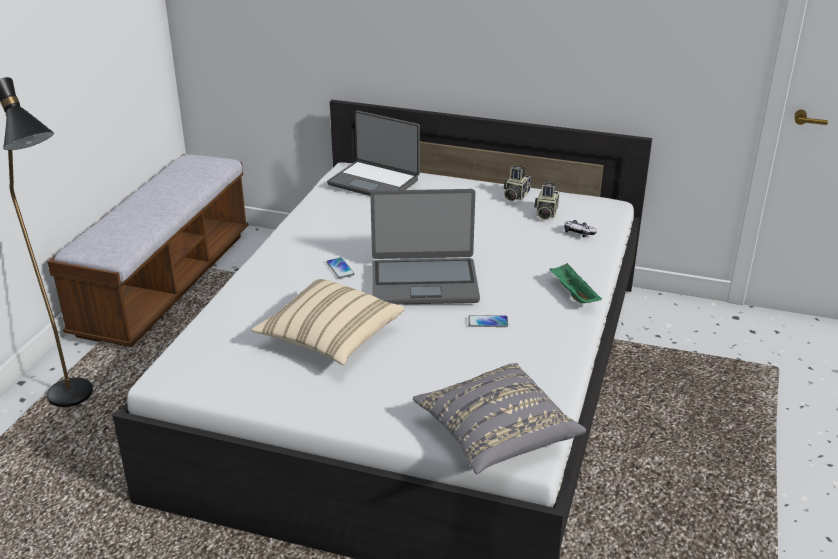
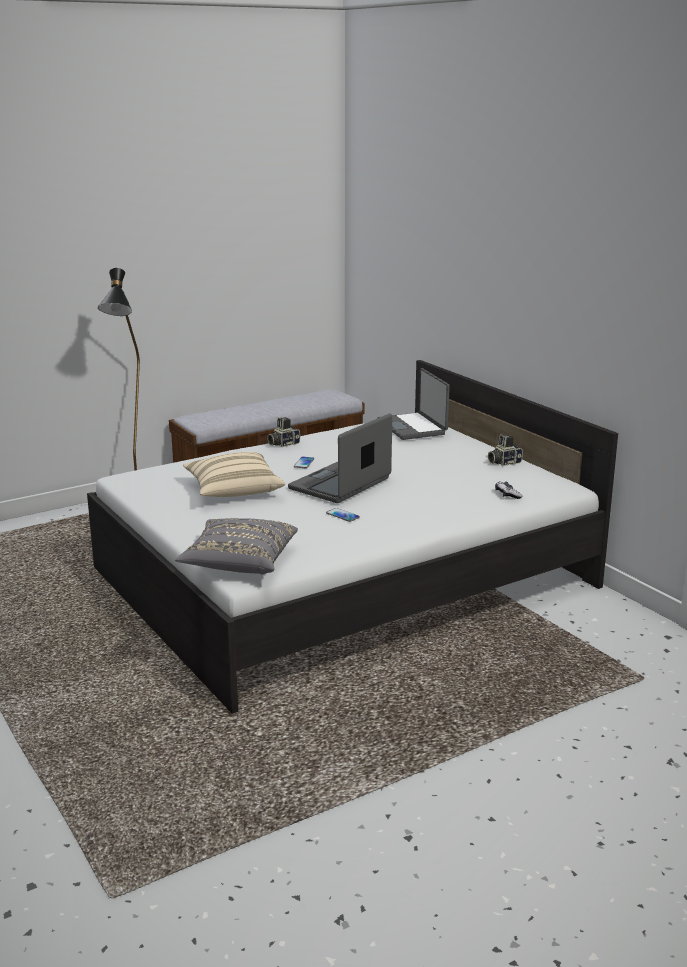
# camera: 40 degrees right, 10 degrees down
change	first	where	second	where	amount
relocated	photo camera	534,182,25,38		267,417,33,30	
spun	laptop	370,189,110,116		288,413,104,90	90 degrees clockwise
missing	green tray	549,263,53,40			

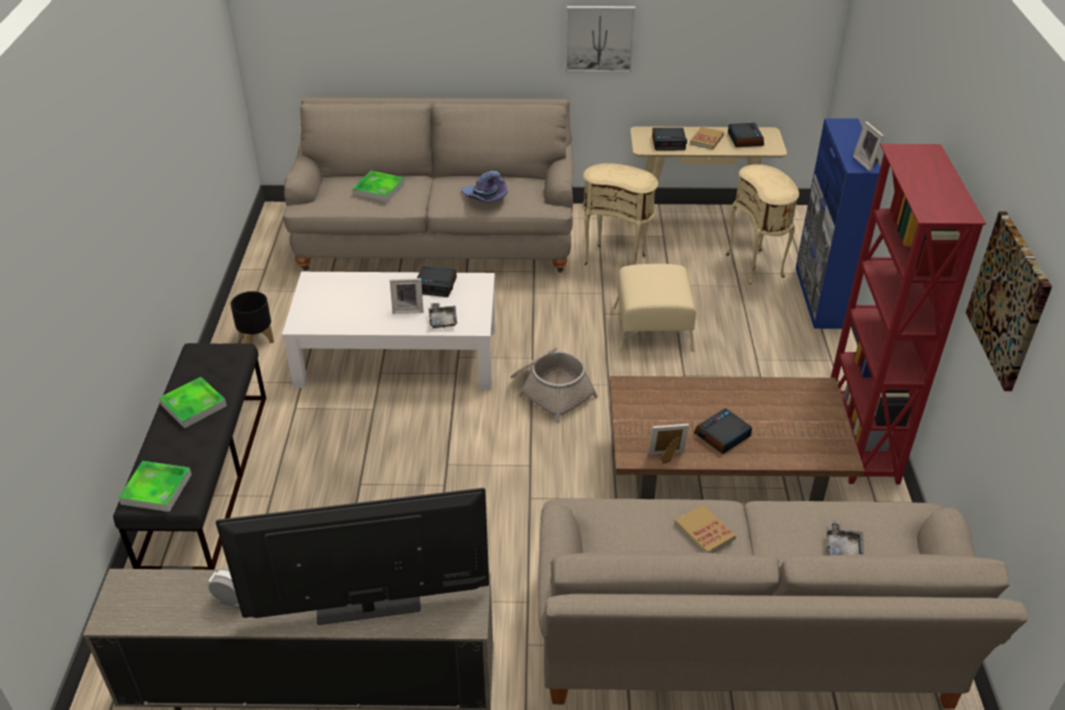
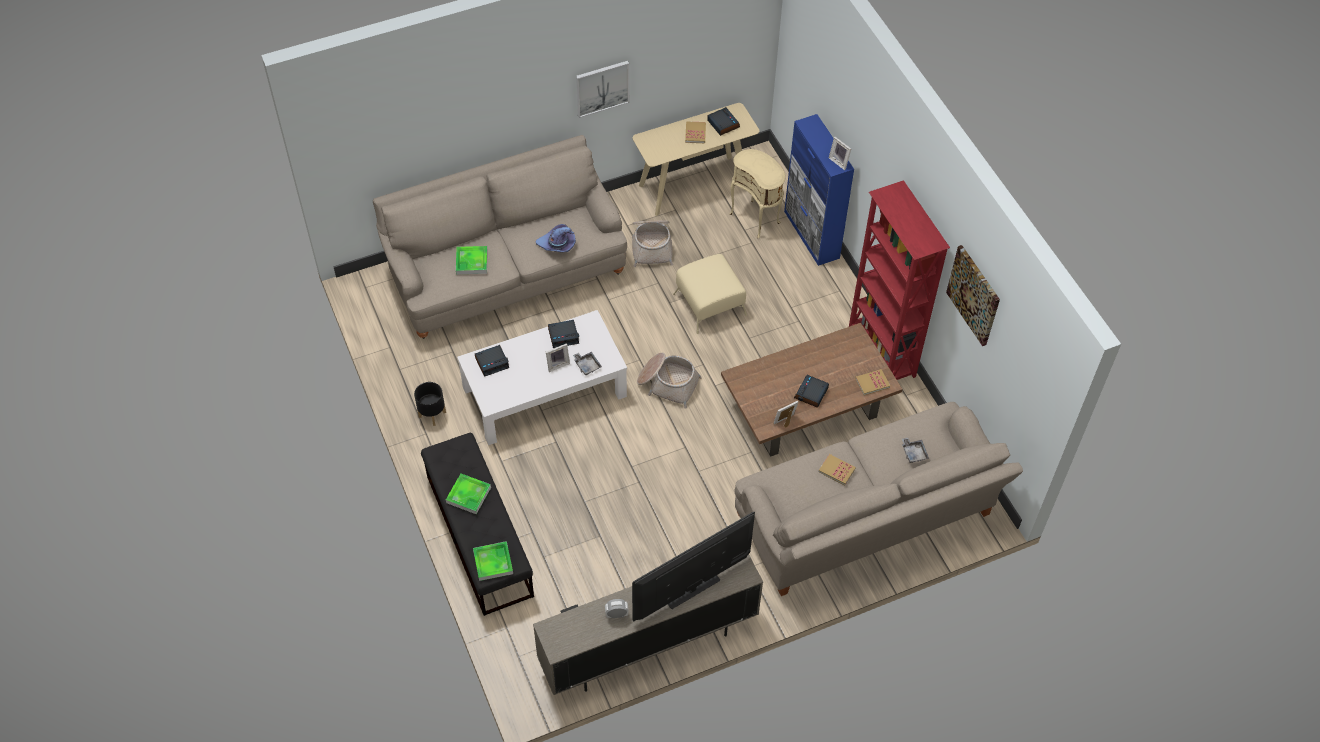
# camera: 25 degrees left, 15 degrees up
change	first	where	second	where	amount
relocated	alarm clock	652,128,35,22		475,345,34,32	
exchanged	beige side table	582,163,76,102	basket	632,221,41,46	
appeared			book	855,369,35,26	

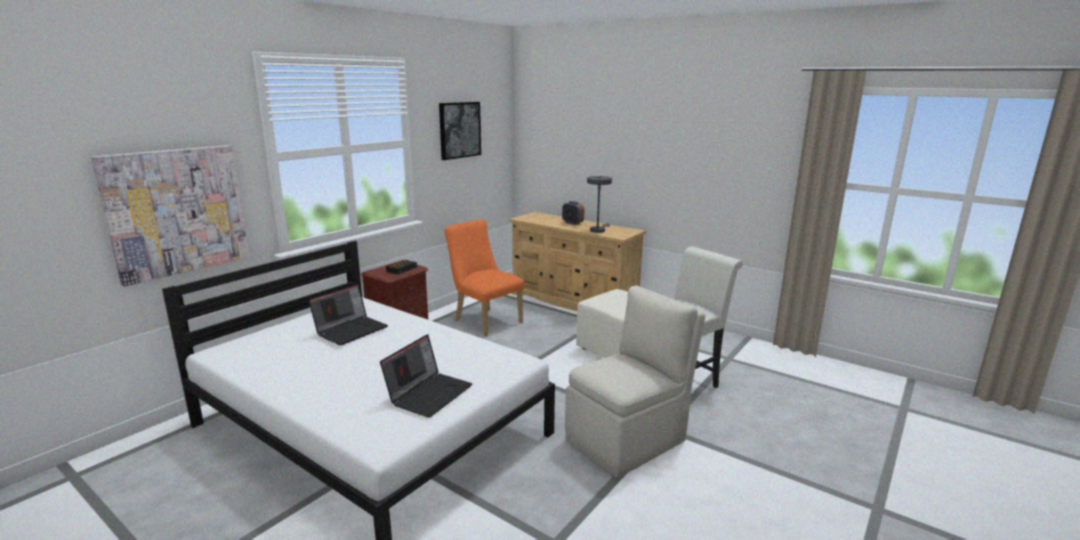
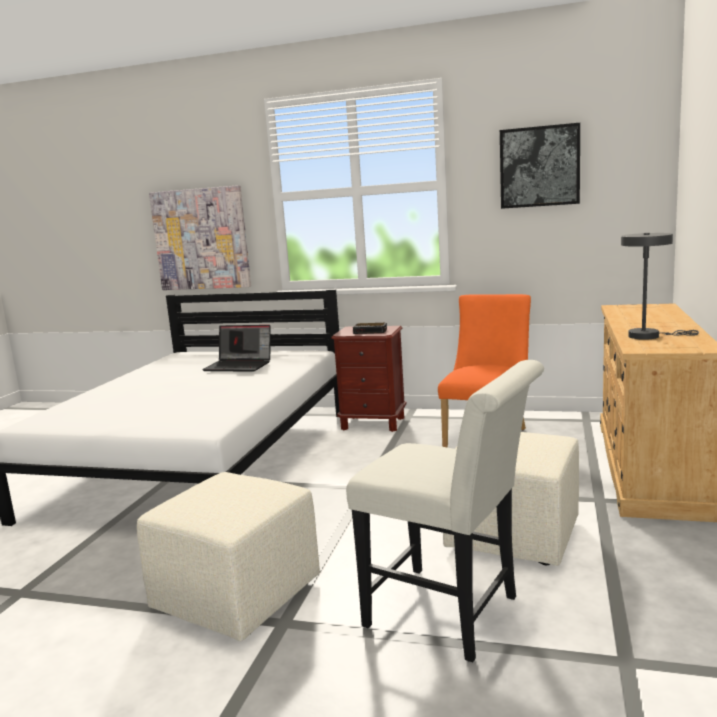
# camera: 70 degrees right, 5 degrees down
change	first	where	second	where	amount
exchanged	beige chair	565,286,140,192	beige ottoman	137,472,183,169	
missing	laptop	380,334,92,84			
missing	alarm clock	562,201,22,24			

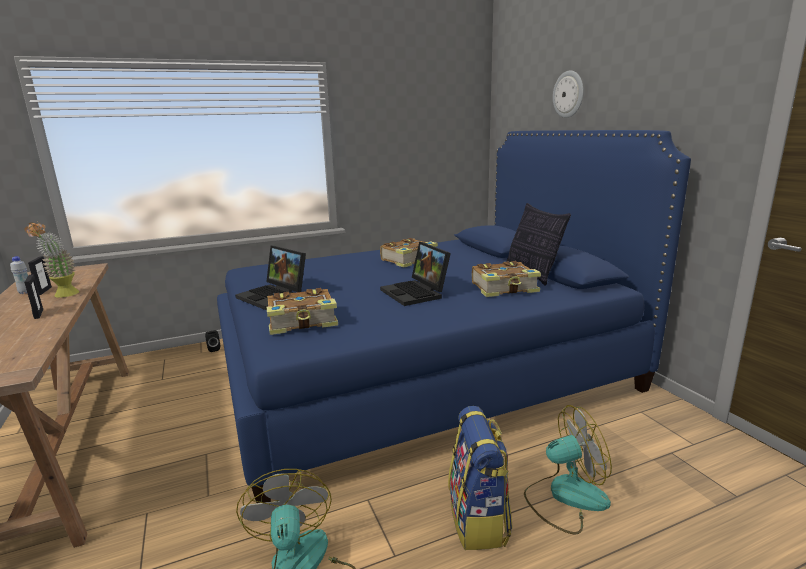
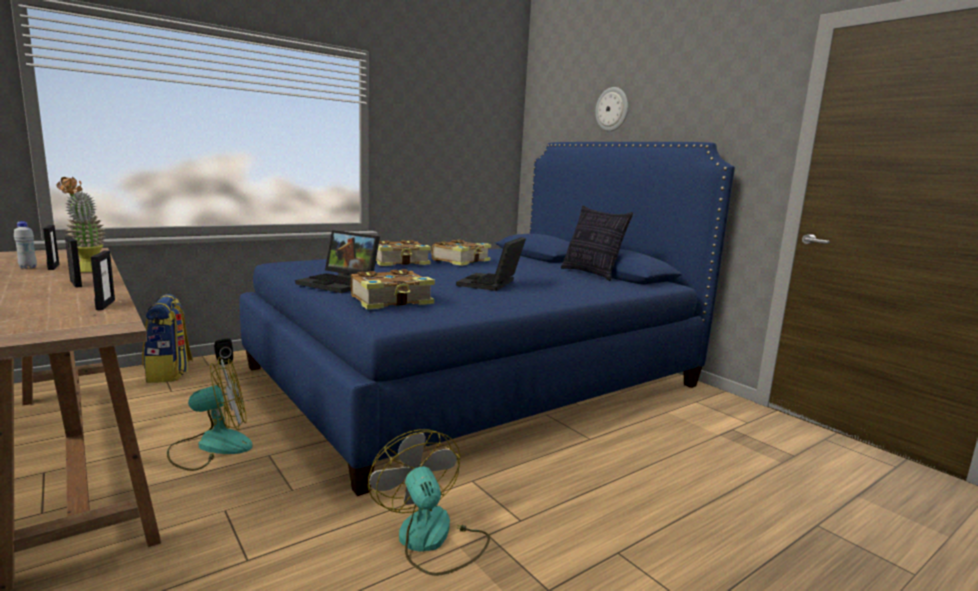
# camera: 15 degrees left, 5 degrees down
change	first	where	second	where	amount
appeared			picture frame	91,251,24,59	
relocated	backpack	448,406,65,144		142,294,51,89	
relocated	fan	524,405,88,130		167,357,86,114	
relocated	book	472,261,69,36		376,240,55,26	
spun	laptop	380,242,71,64		456,237,70,54	60 degrees clockwise

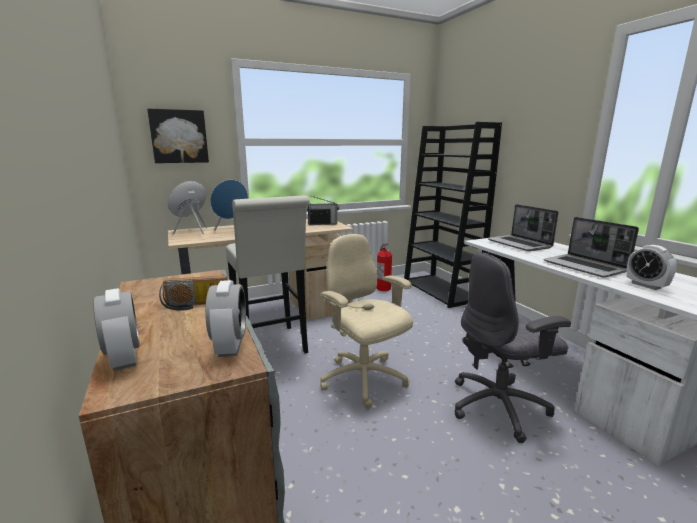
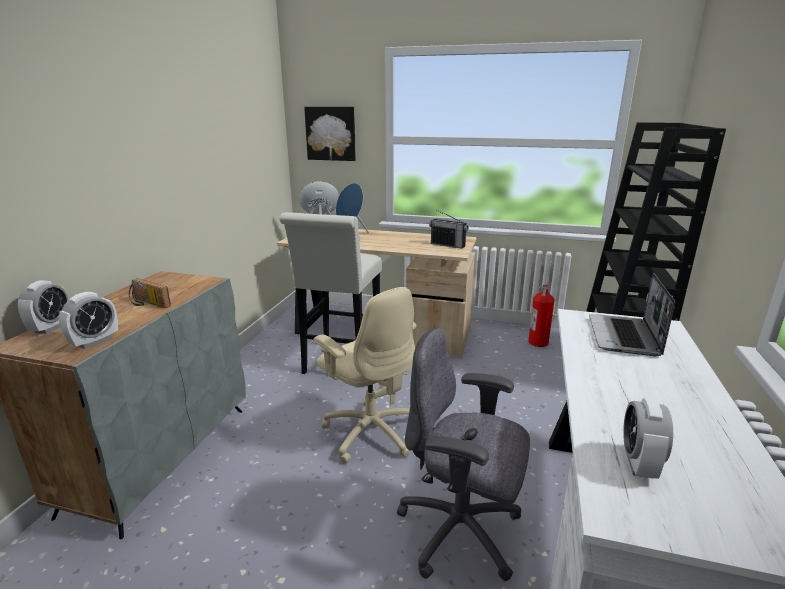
# camera: 40 degrees right, 5 degrees up
change	first	where	second	where	amount
spun	beige office chair	320,234,93,175		314,287,102,177	135 degrees clockwise
missing	laptop	543,217,96,61			

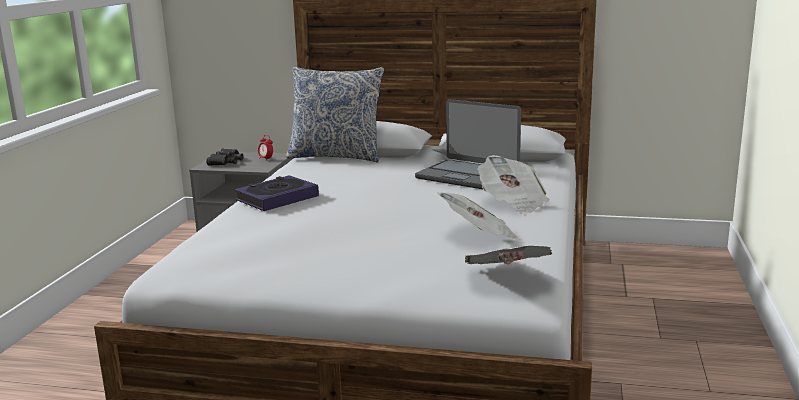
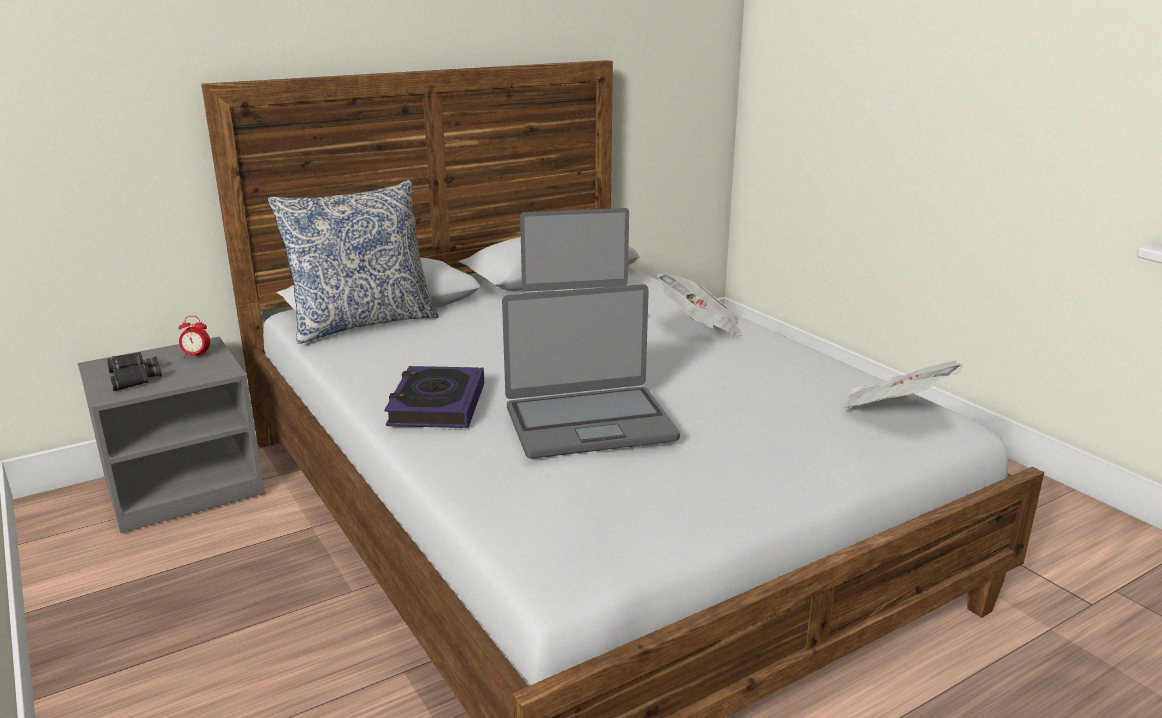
# camera: 45 degrees left, 5 degrees up
change	first	where	second	where	amount
appeared			laptop	502,284,178,175	
missing	newspaper	437,192,84,48			

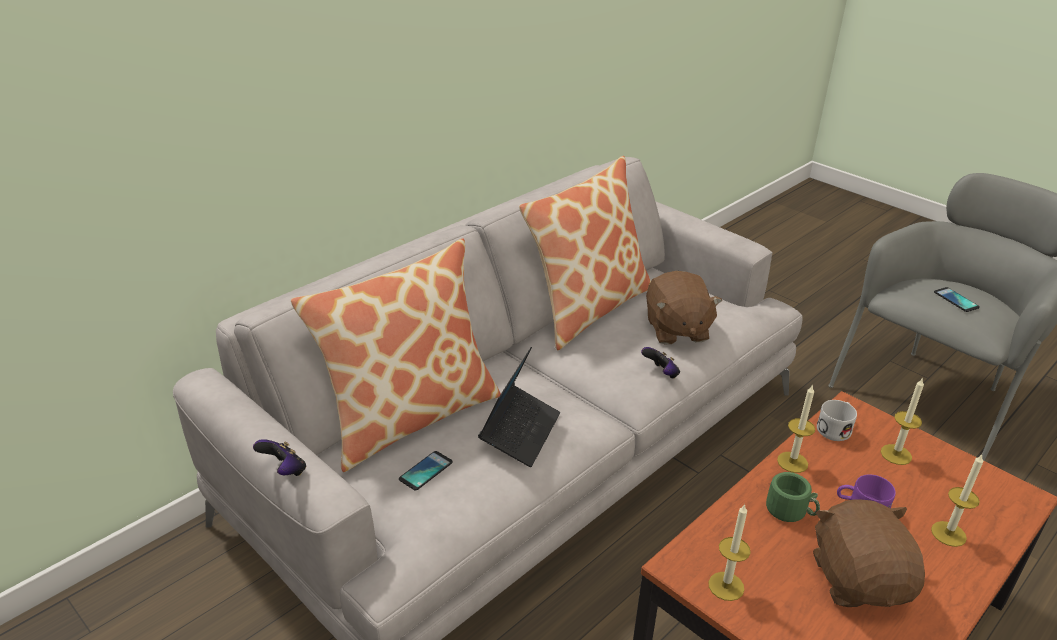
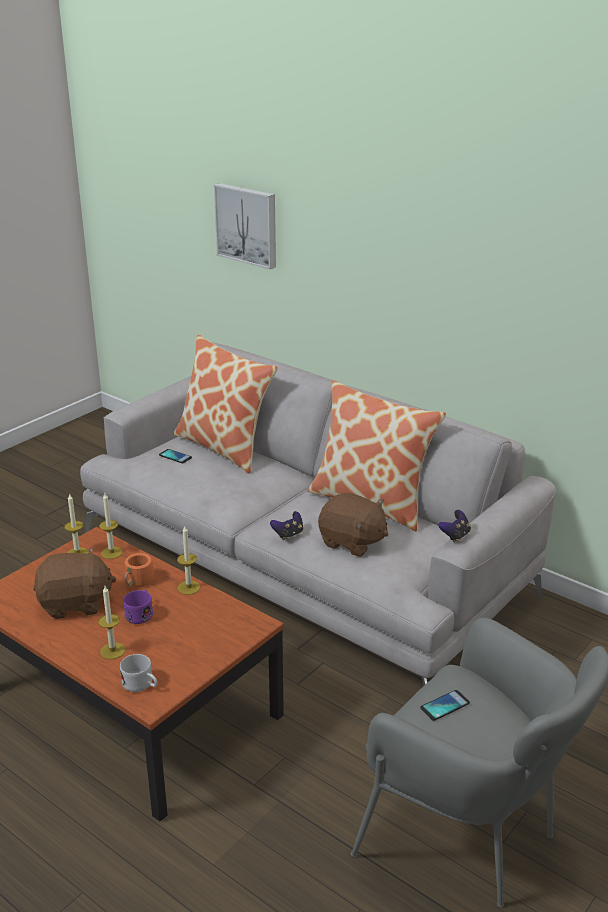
# camera: 85 degrees right, 5 degrees down
change	first	where	second	where	amount
relocated	candle	881,377,43,88		99,493,24,66	
relocated	white mug	817,400,40,41		120,654,38,38	
colour	green mug	766,472,54,50	orange mug	125,553,38,34	
appeared			picture	214,183,62,86	
spun	brown plush toy	646,271,77,74		318,493,70,64	135 degrees counterclockwise
relocated	game controller	253,439,53,37		438,510,33,32	
missing	laptop	478,347,82,120			

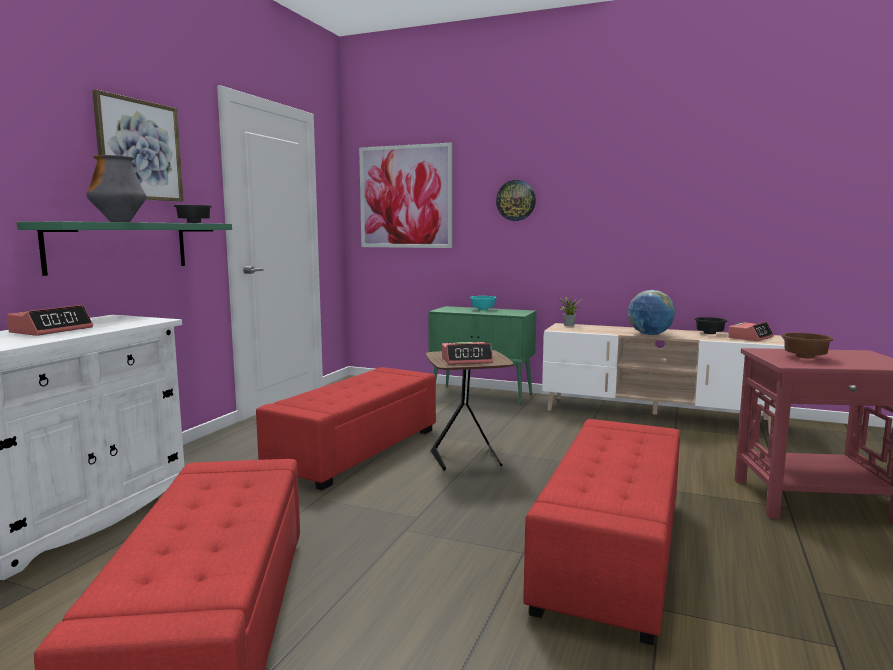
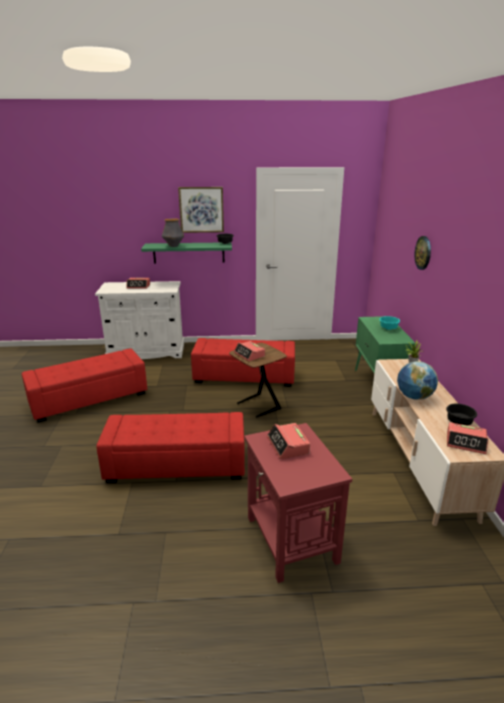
# camera: 65 degrees right, 15 degrees up
change	first	where	second	where	amount
exchanged	brown bowl	782,333,51,26	alarm clock	267,423,43,36	
missing	picture	359,143,93,105			

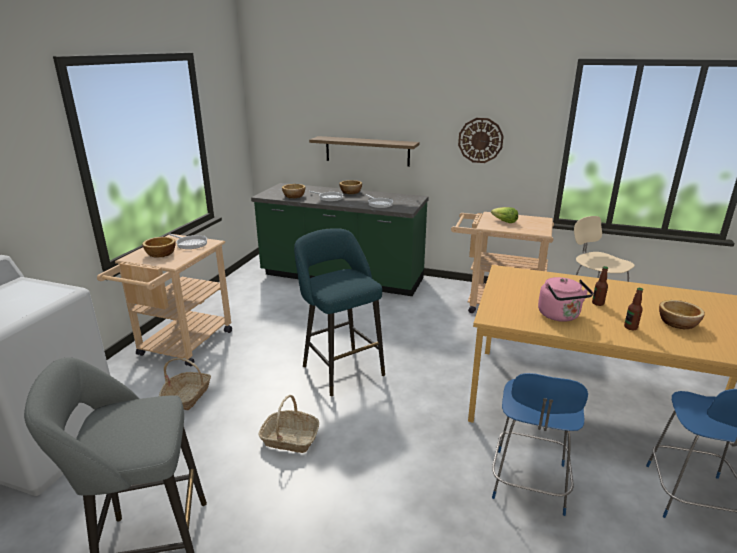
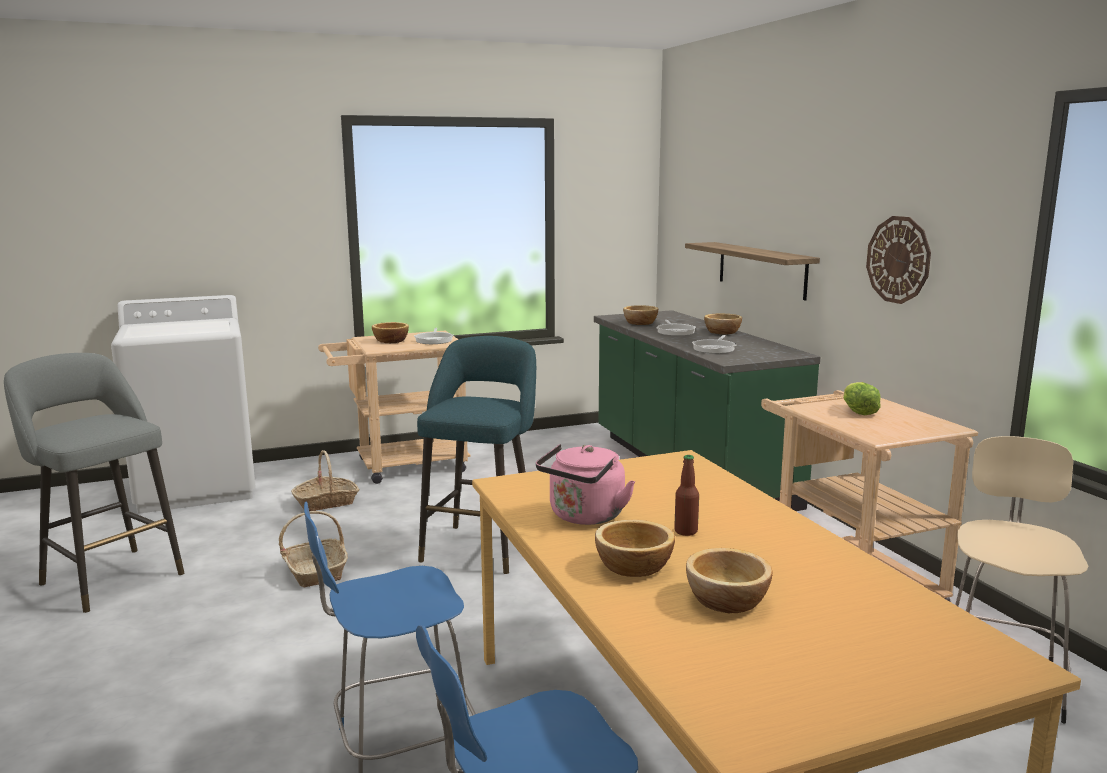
# camera: 50 degrees right, 10 degrees down
change	first	where	second	where	amount
exchanged	bottle	624,288,19,42	bowl	595,520,80,57	

